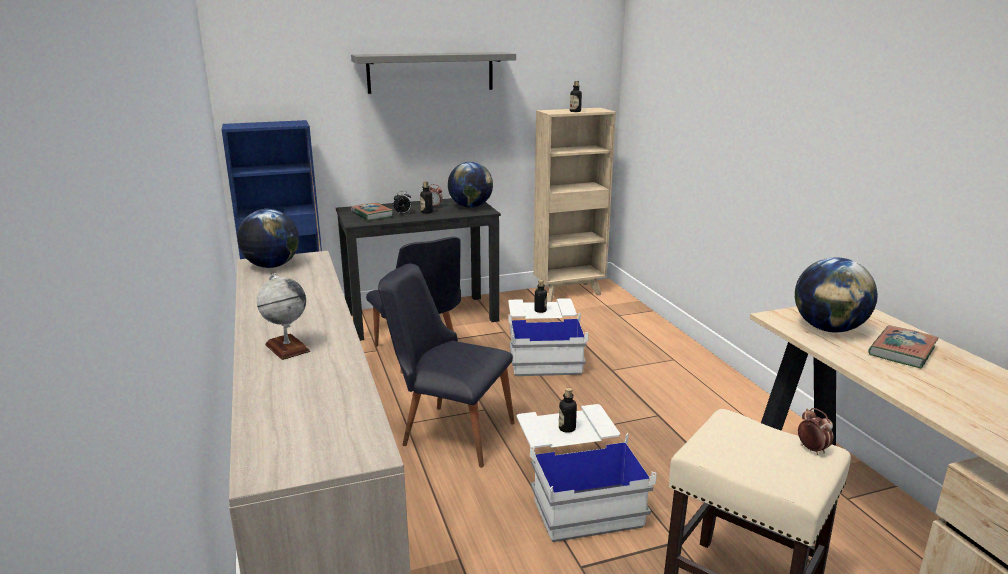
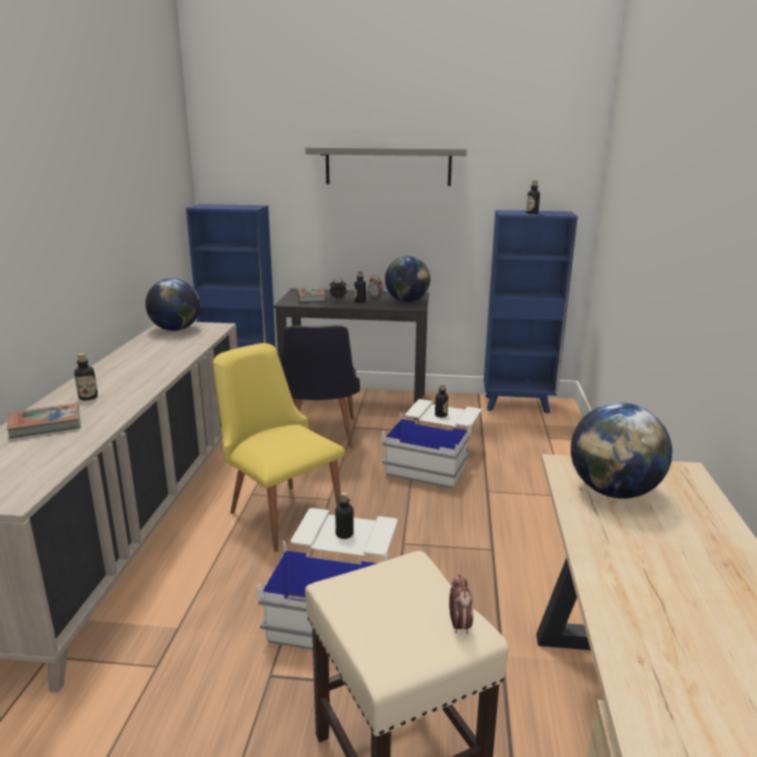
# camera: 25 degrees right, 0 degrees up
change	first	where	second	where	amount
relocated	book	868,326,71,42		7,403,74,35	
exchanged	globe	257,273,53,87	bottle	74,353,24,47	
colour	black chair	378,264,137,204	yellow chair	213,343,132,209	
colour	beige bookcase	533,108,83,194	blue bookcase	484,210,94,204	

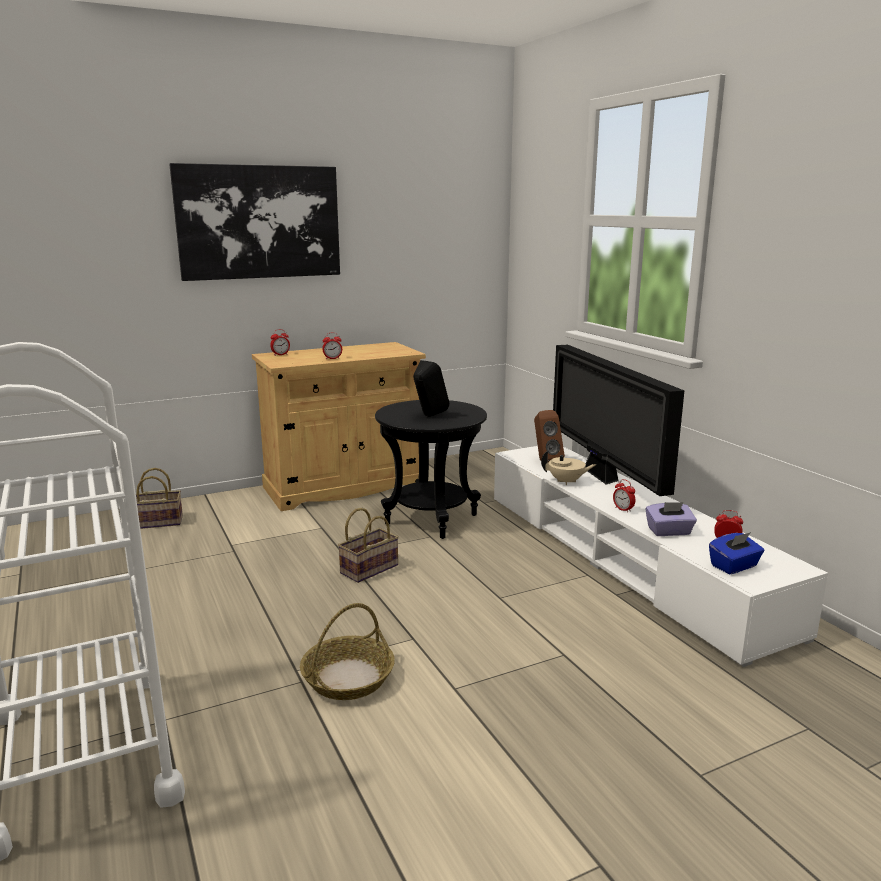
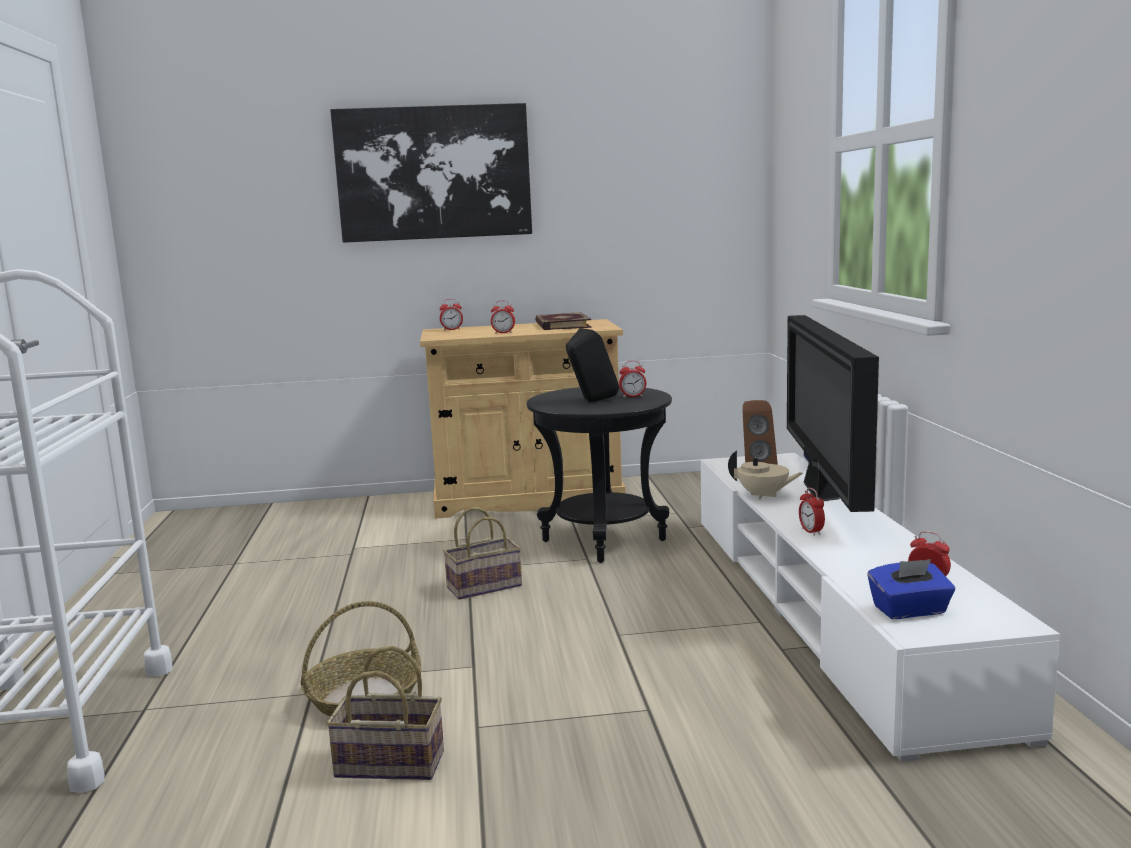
# camera: 20 degrees right, 5 degrees down
change	first	where	second	where	amount
relocated	basket	136,468,47,61		326,646,118,134	
appeared			book	535,312,57,18	
appeared			alarm clock	619,361,27,37	
missing	purple tissue box	645,502,52,34			

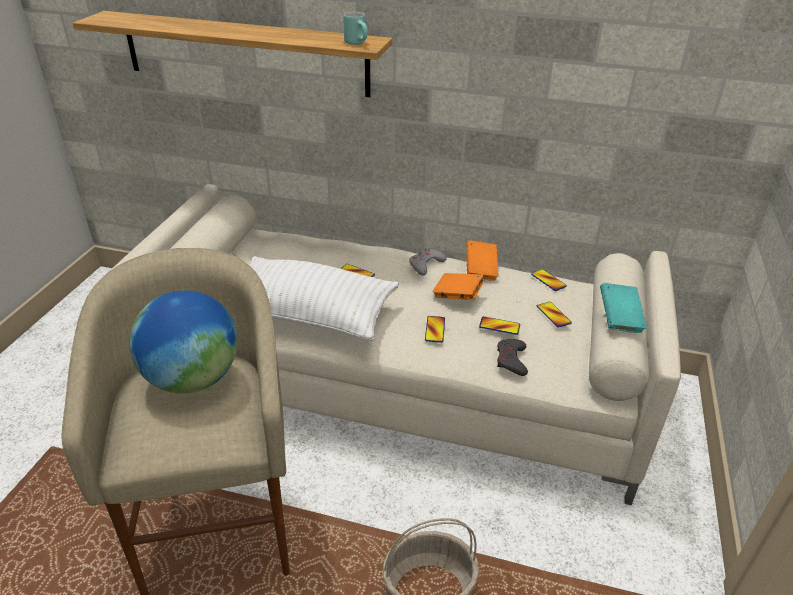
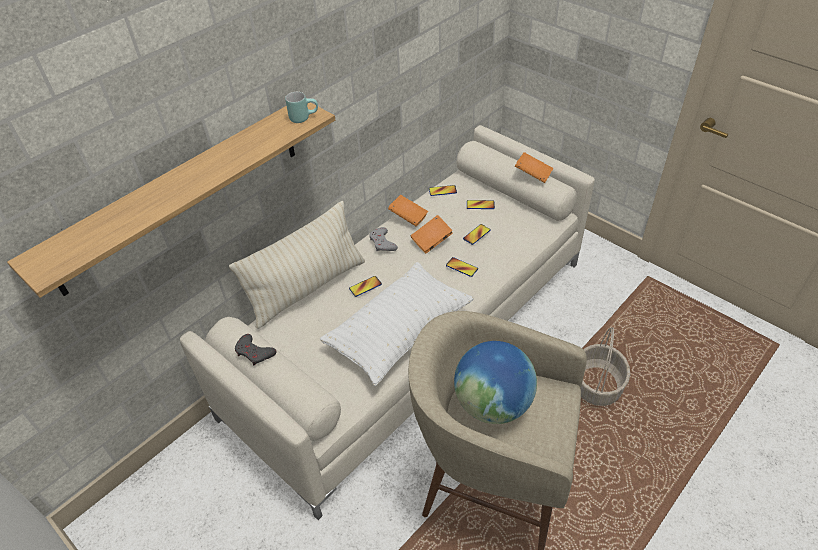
# camera: 60 degrees left, 10 degrees up
change	first	where	second	where	amount
appeared			beige pillow	229,201,136,128	
relocated	grey game controller	497,339,31,37		235,334,41,31	
colour	turquoise book	600,283,47,50	orange book	515,152,38,31	

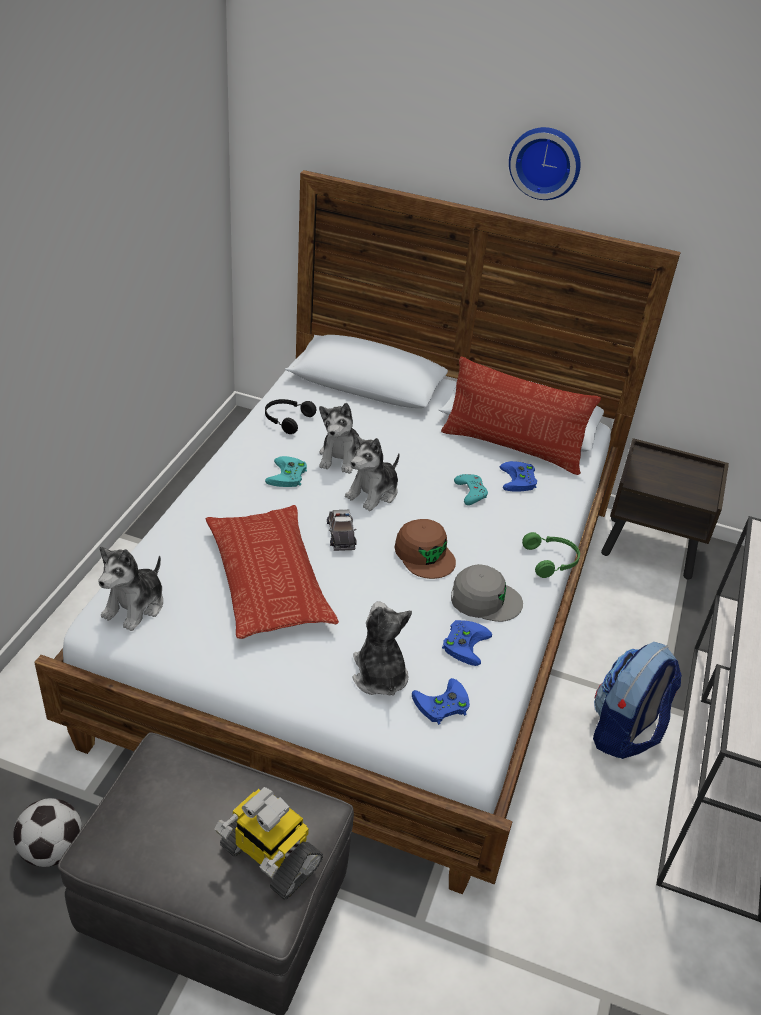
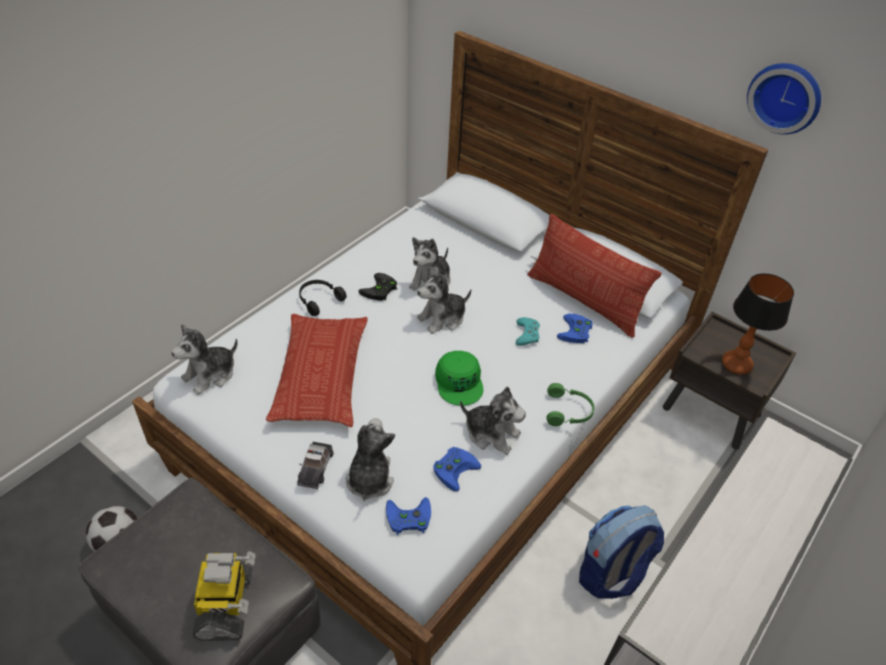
# camera: 20 degrees right, 5 degrees up
change	first	where	second	where	amount
spun	toy robot	215,787,108,113		192,551,64,90	150 degrees counterclockwise
relocated	toy car	327,510,30,41		297,442,37,47	
relocated	black headphones	265,399,51,35		299,280,48,36	
colour	turquoise game controller	265,456,42,31	black game controller	358,273,39,28	
colour	brown cap	394,519,62,60	green cap	435,351,48,55	
exchanged	grey cap	451,564,72,58	plush toy	460,386,66,69	
appeared			table lamp	722,273,72,102	
relocated	wall clock	509,127,71,73		747,63,74,72	

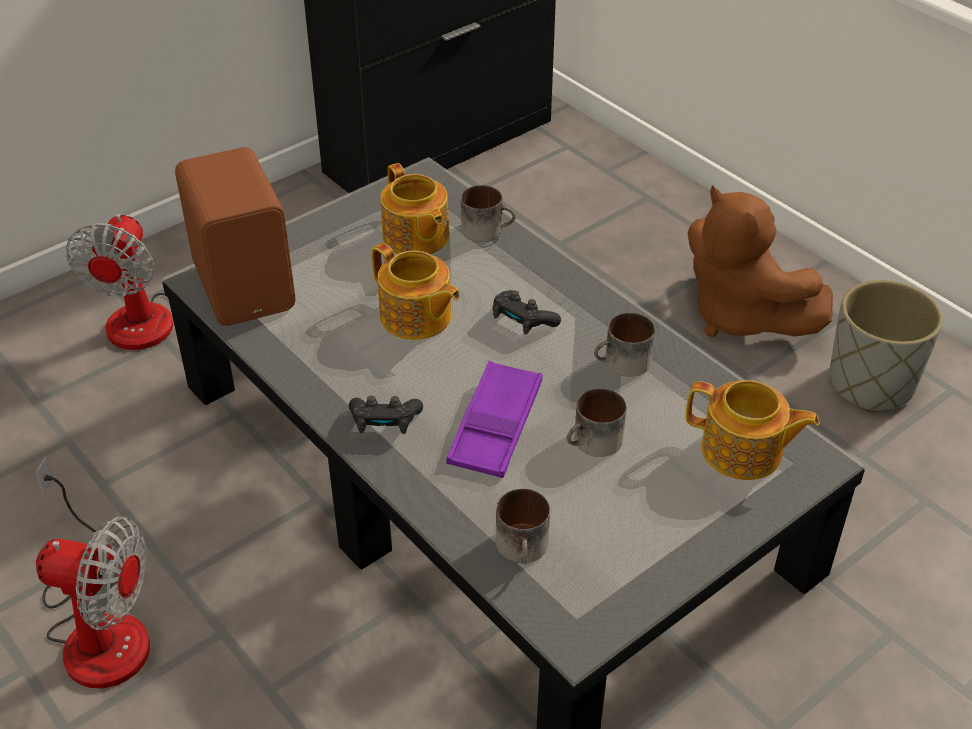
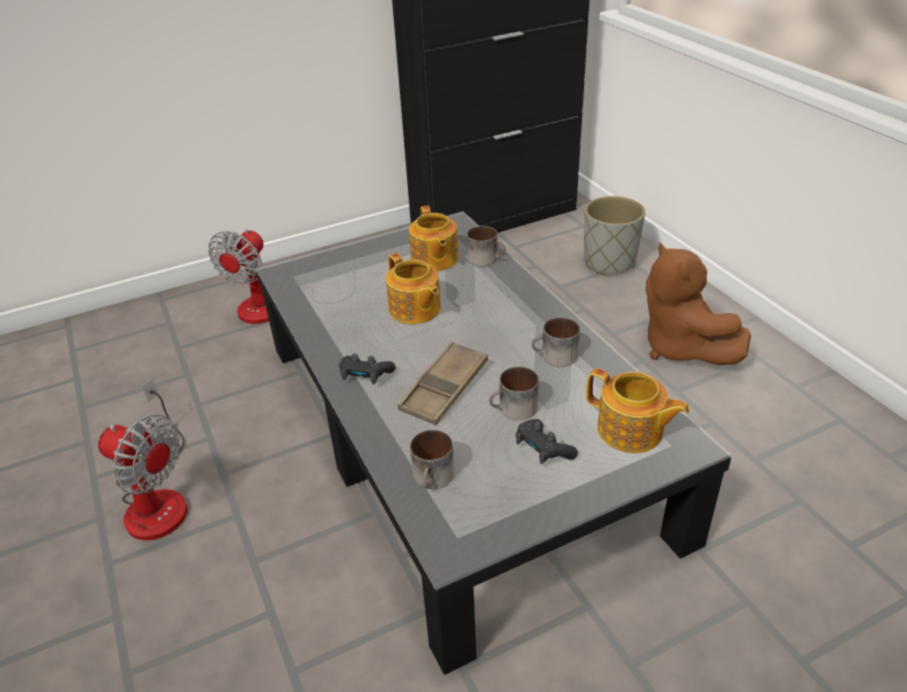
# camera: 15 degrees right, 5 degrees down
change	first	where	second	where	amount
colour	purple tray	446,361,97,117	brown tray	398,341,90,84	
relocated	black game controller	492,290,69,45		515,419,63,45	
relocated	grey planter	829,280,114,133		584,196,61,79	
missing	brown speaker	175,147,121,179			

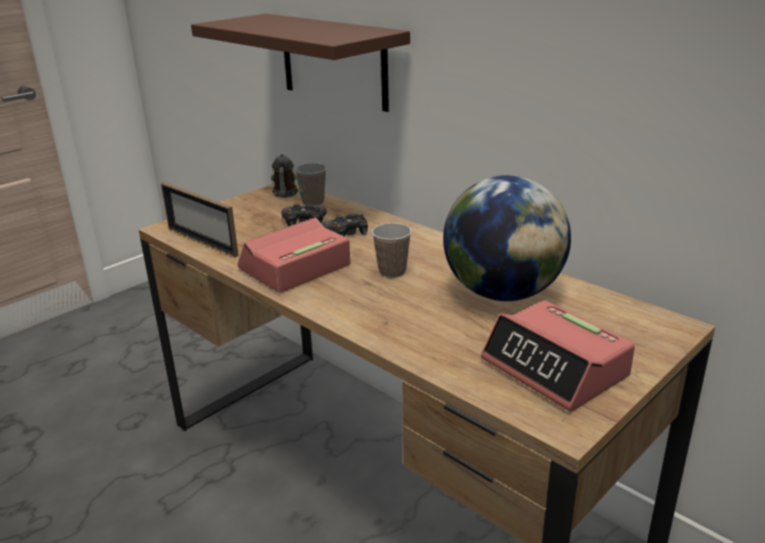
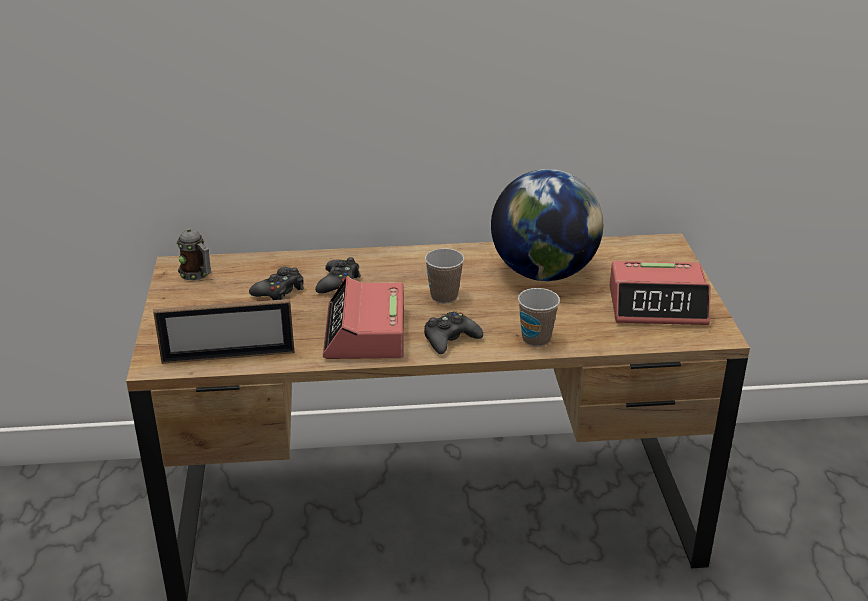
# camera: 50 degrees left, 5 degrees up
change	first	where	second	where	amount
appeared			black game controller	424,311,59,43	
relocated	cup	295,163,32,43		518,288,42,59	
missing	brown shelf	191,14,219,98			

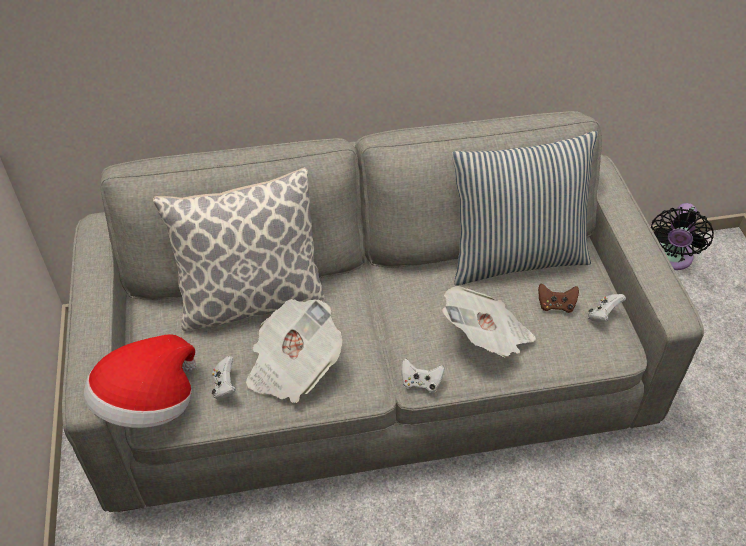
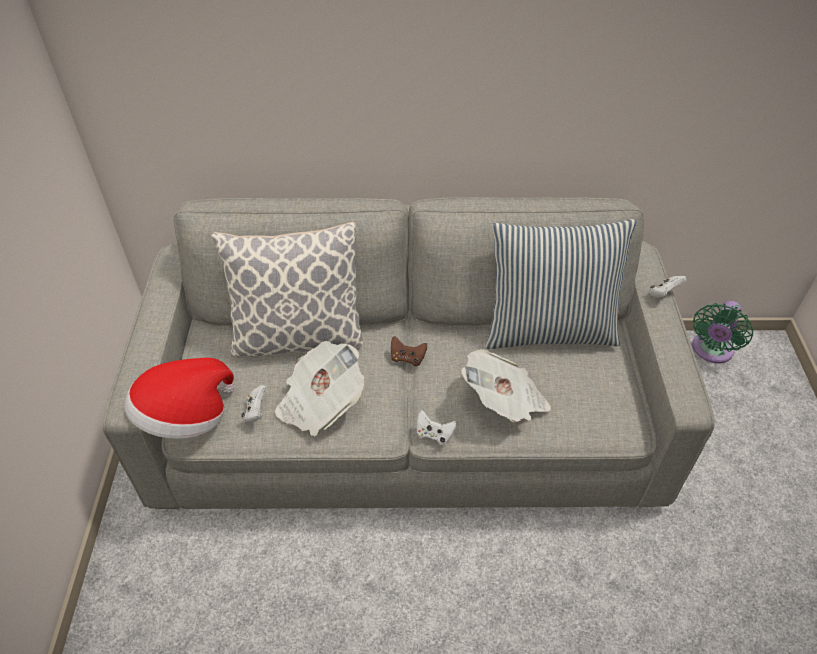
# camera: 10 degrees right, 0 degrees up
change	first	where	second	where	amount
relocated	brown game controller	538,284,41,29		391,336,36,30	
relocated	white game controller	588,294,38,28		649,276,38,22	
colour	black fan	651,203,63,67	green fan	692,300,61,63	

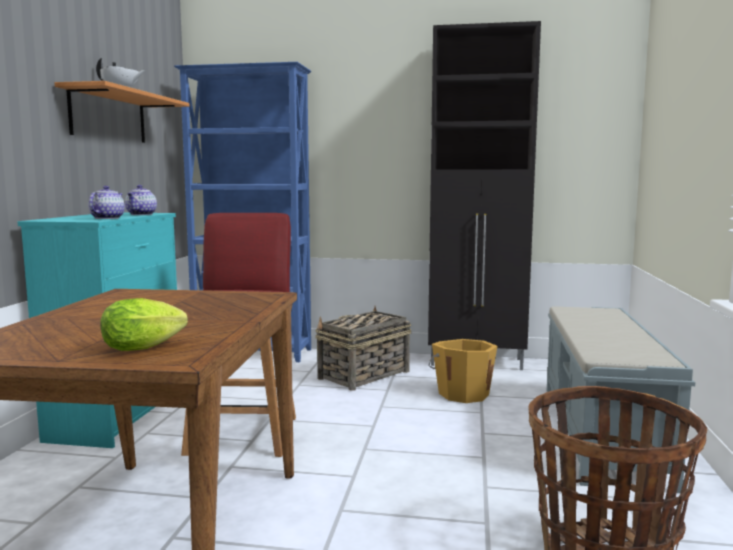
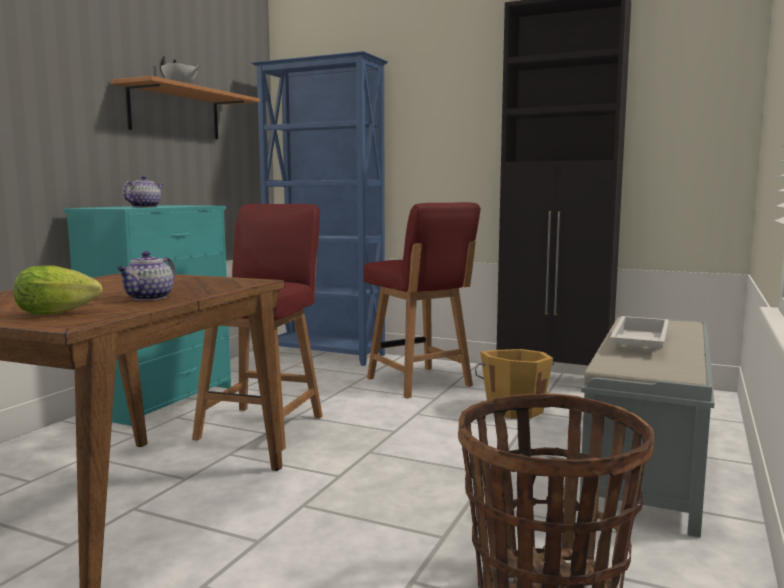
# camera: 15 degrees right, 0 degrees up
change	first	where	second	where	amount
relocated	teapot	125,185,32,30		117,251,58,49	
exchanged	basket	315,306,96,85	red chair	364,202,117,196	
appeared			white tray	610,316,59,32	

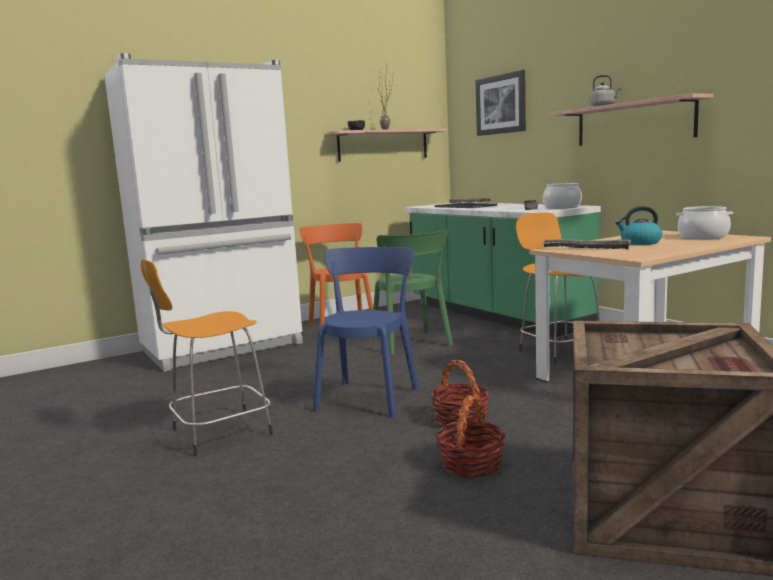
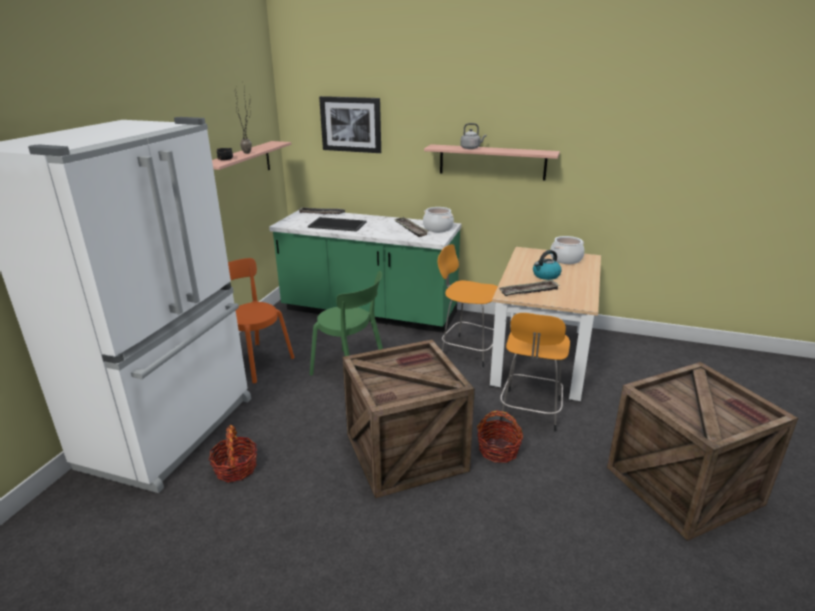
# camera: 40 degrees left, 15 degrees up
change	first	where	second	where	amount
relocated	basket	435,394,71,84		209,425,48,57	
exchanged	blue chair	313,247,106,171	crate	342,340,133,158	
relocated	orange stool	141,258,132,198		500,313,70,118	

